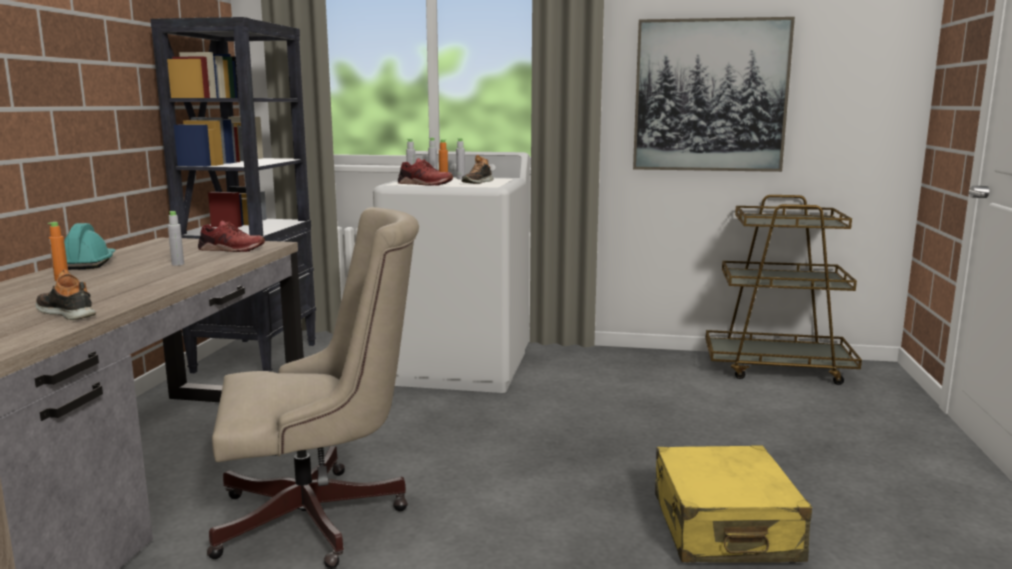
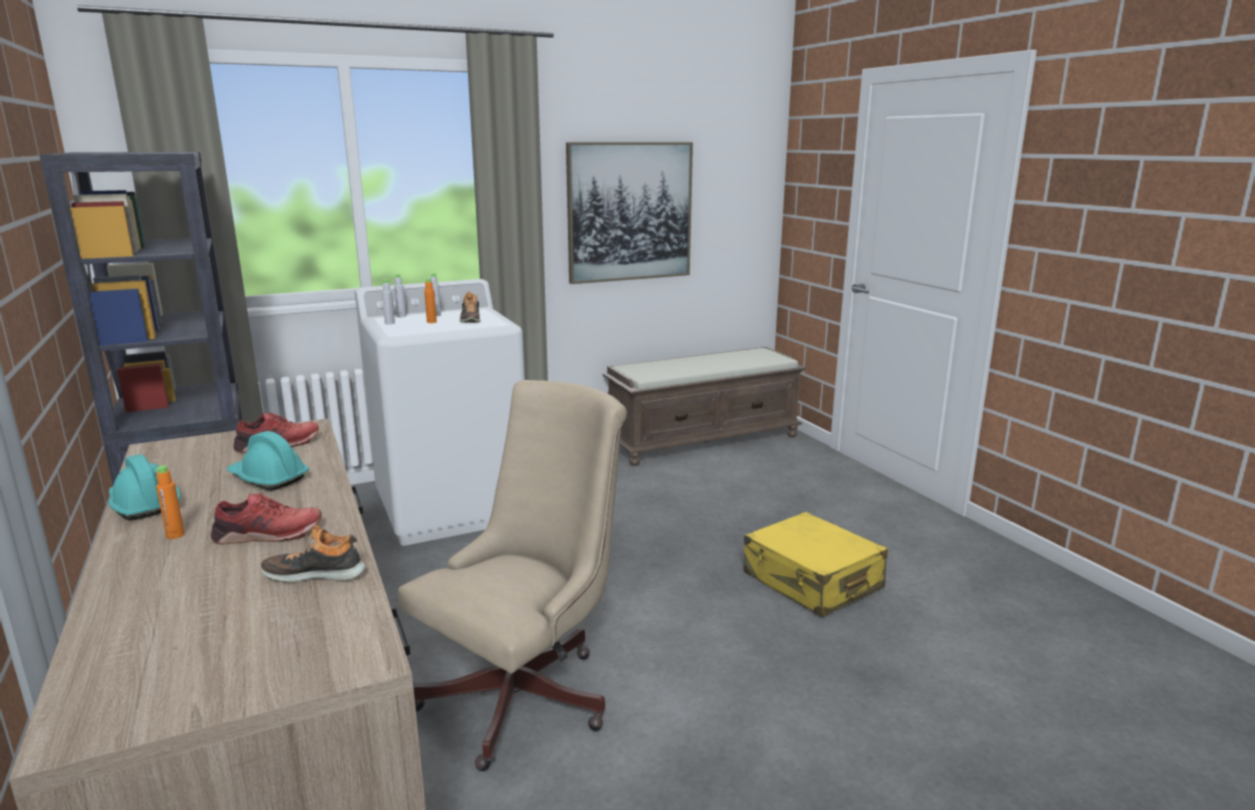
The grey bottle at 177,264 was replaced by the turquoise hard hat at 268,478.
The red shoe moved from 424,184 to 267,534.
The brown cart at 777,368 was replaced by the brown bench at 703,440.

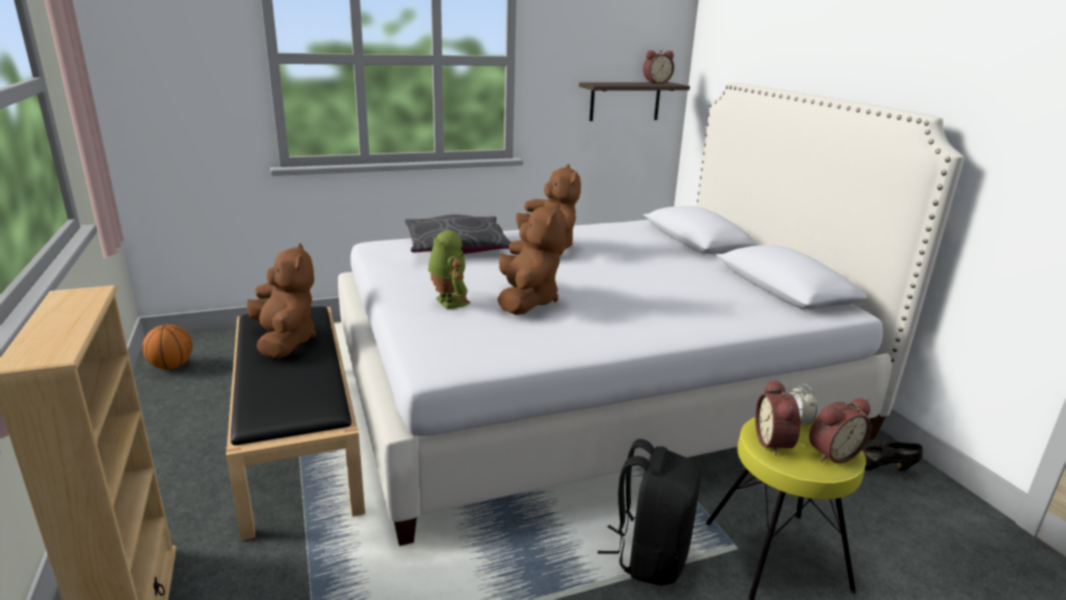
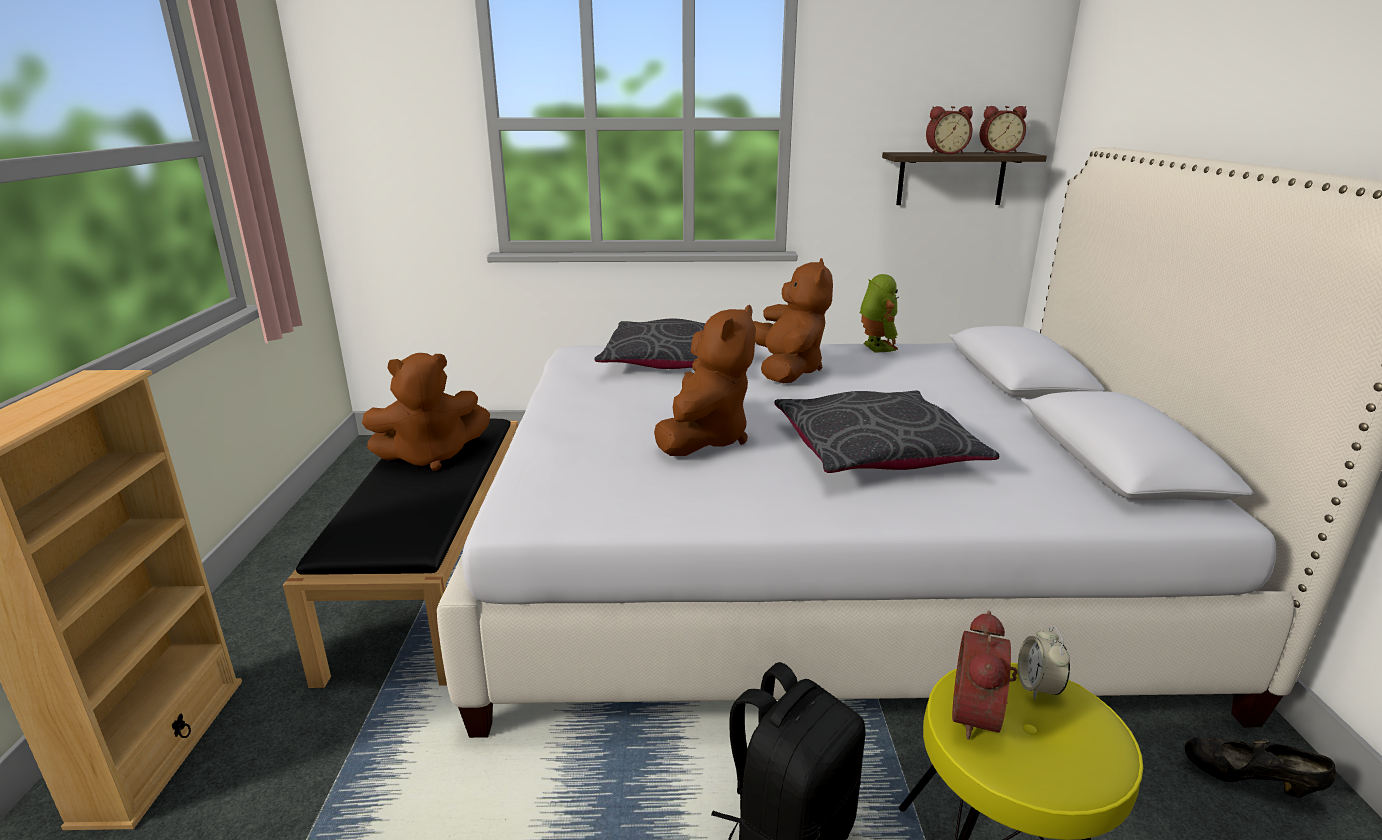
The basketball at 171,366 disappeared.
The brown plush toy at 285,341 turned 75 degrees clockwise.
The toy robot moved from 448,302 to 875,347.
The alarm clock moved from 831,453 to 945,153.
The grey pillow at 875,450 appeared.

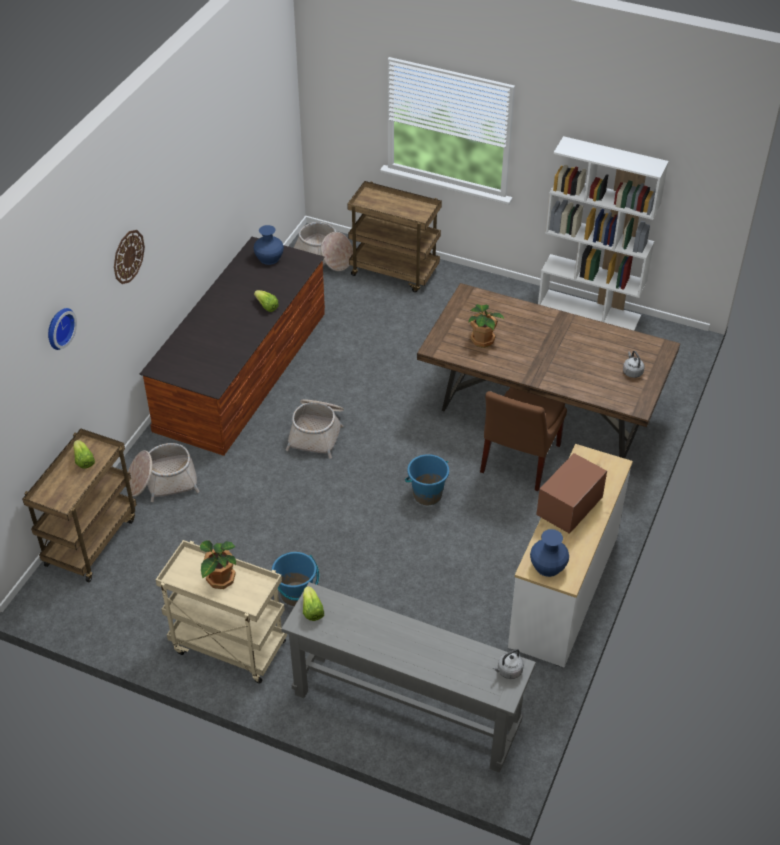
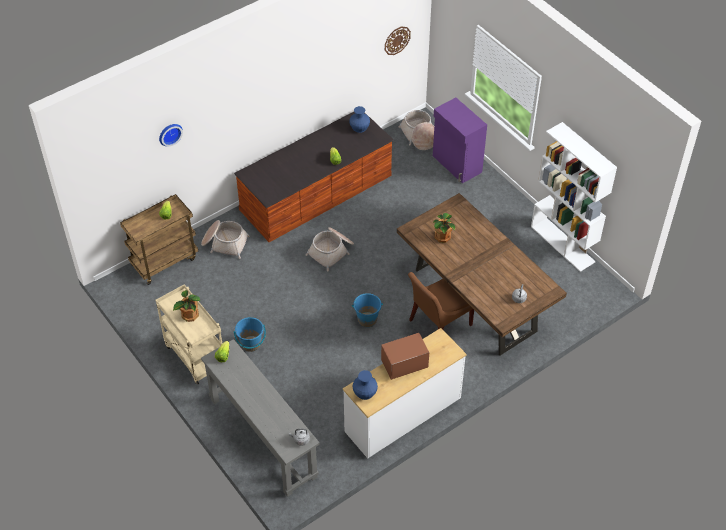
The wall clock moved from 128,256 to 397,40.
The brown cart at 395,272 was replaced by the purple cabinet at 456,164.

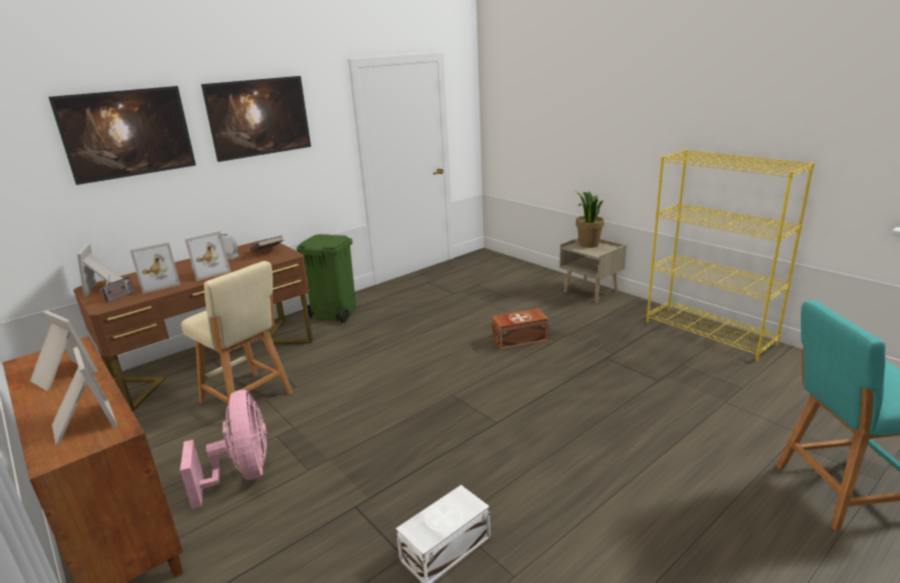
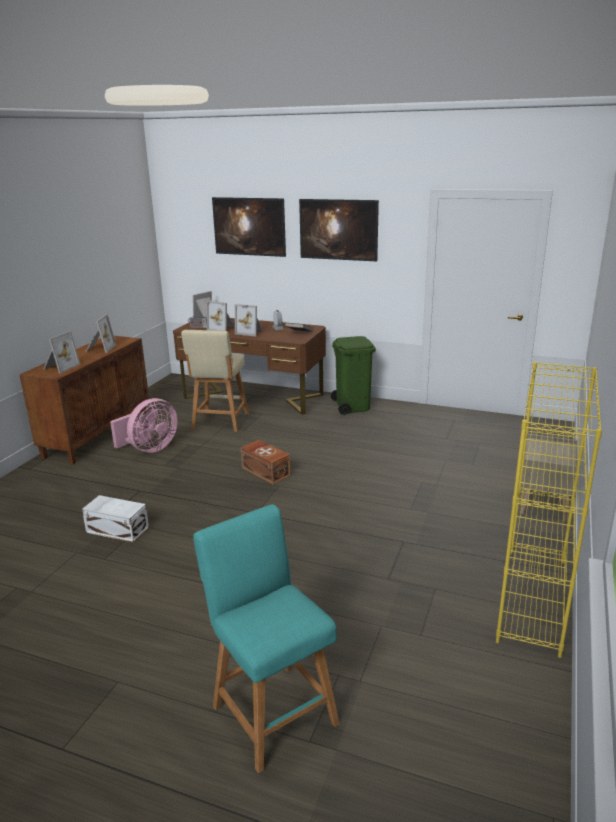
The brown storage box moved from 518,339 to 266,471.
The potted plant at 588,244 disappeared.

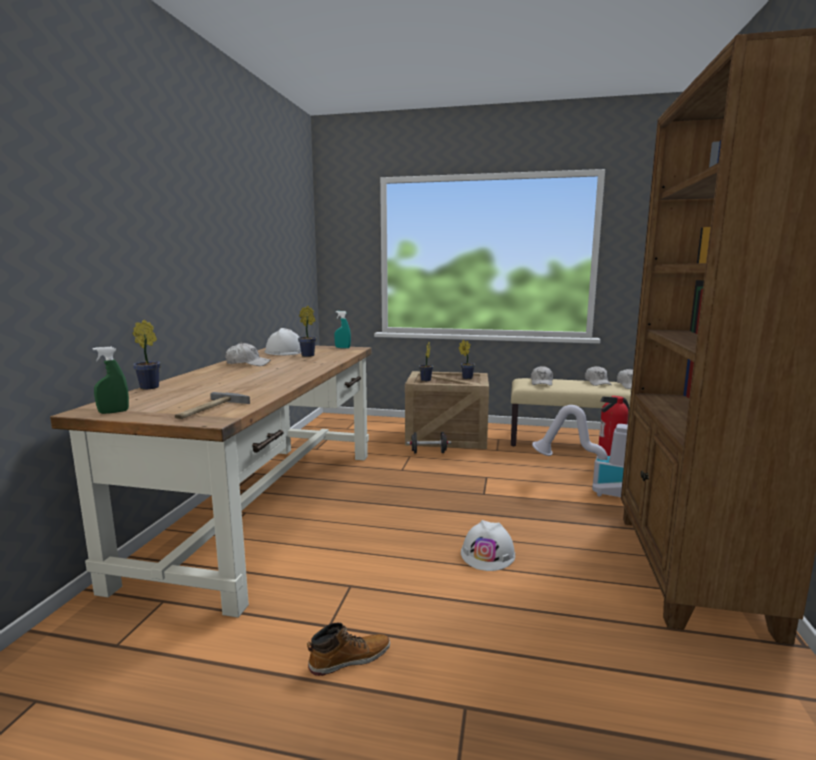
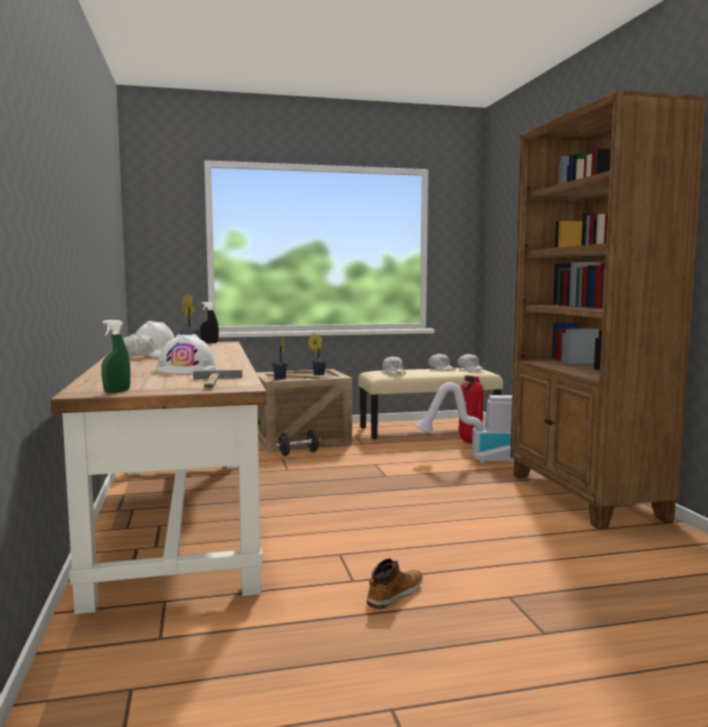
The potted plant at 151,387 disappeared.
The turquoise spray bottle at 342,348 became the black spray bottle at 209,343.
The white hard hat moved from 488,554 to 186,369.

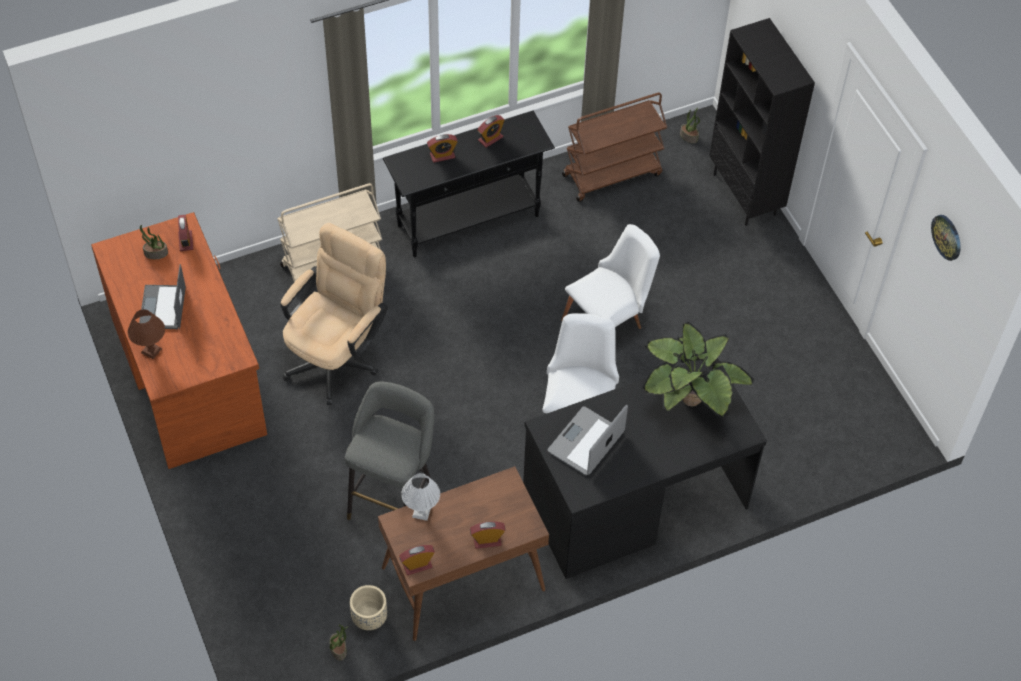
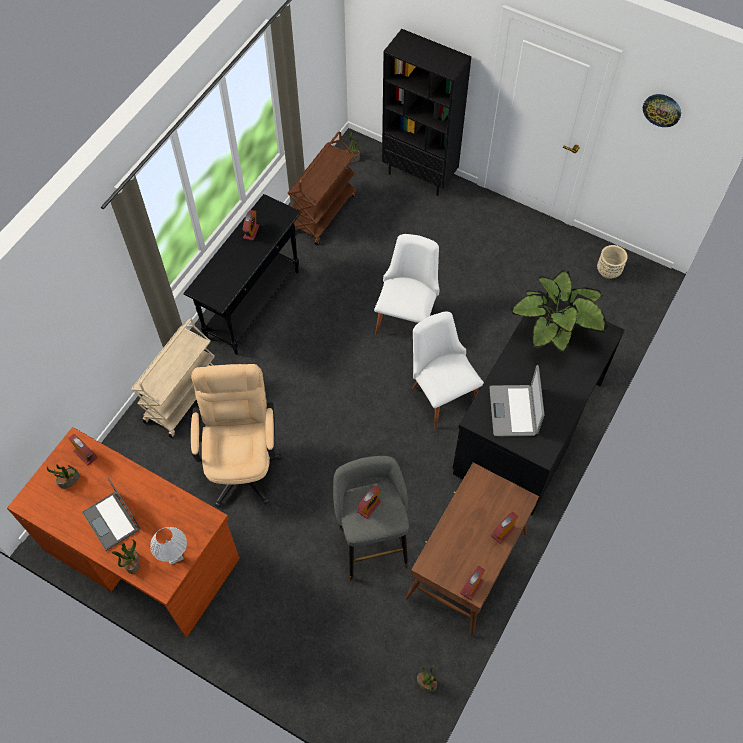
The brown table lamp at 151,350 was replaced by the potted plant at 132,562.
The beige planter moved from 369,618 to 608,271.
The white table lamp moved from 422,512 to 175,555.
The alarm clock moved from 442,156 to 369,507.

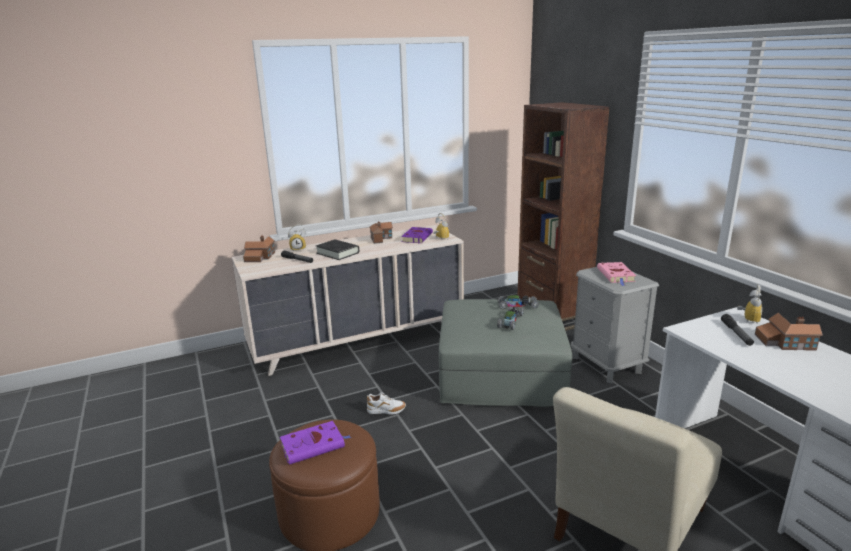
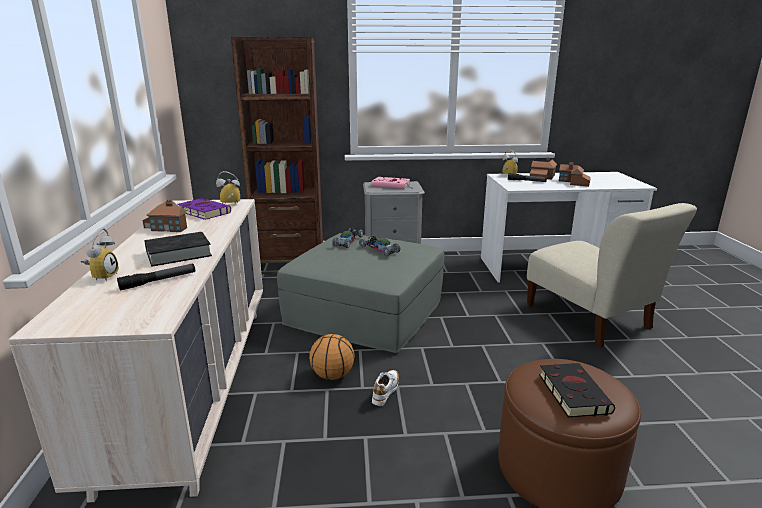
The toy house moved from 260,257 to 574,182.
The purple book at 314,445 became the black book at 572,392.
The basketball at 332,375 appeared.

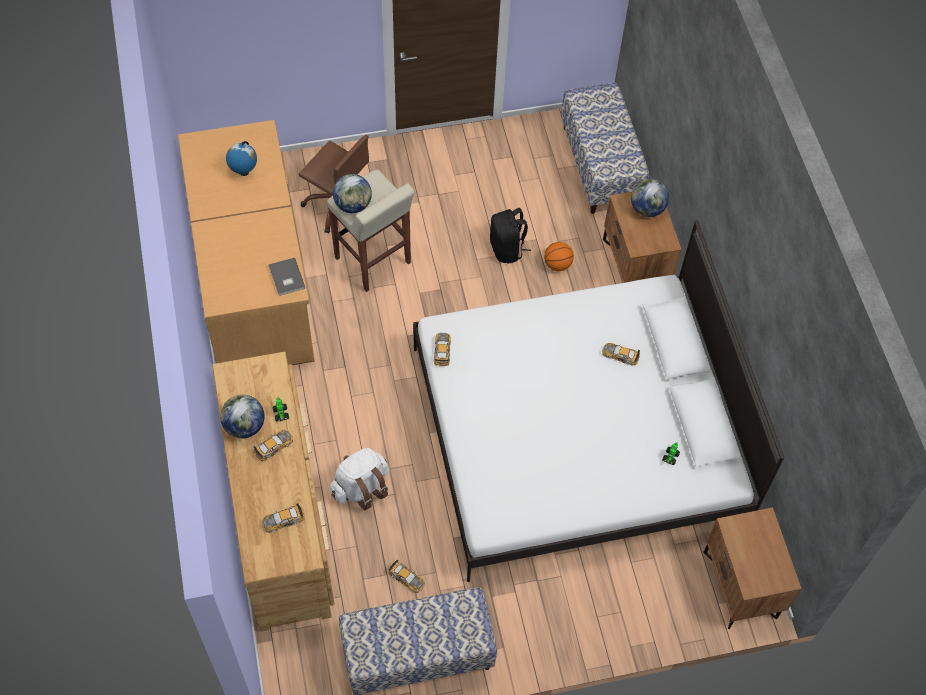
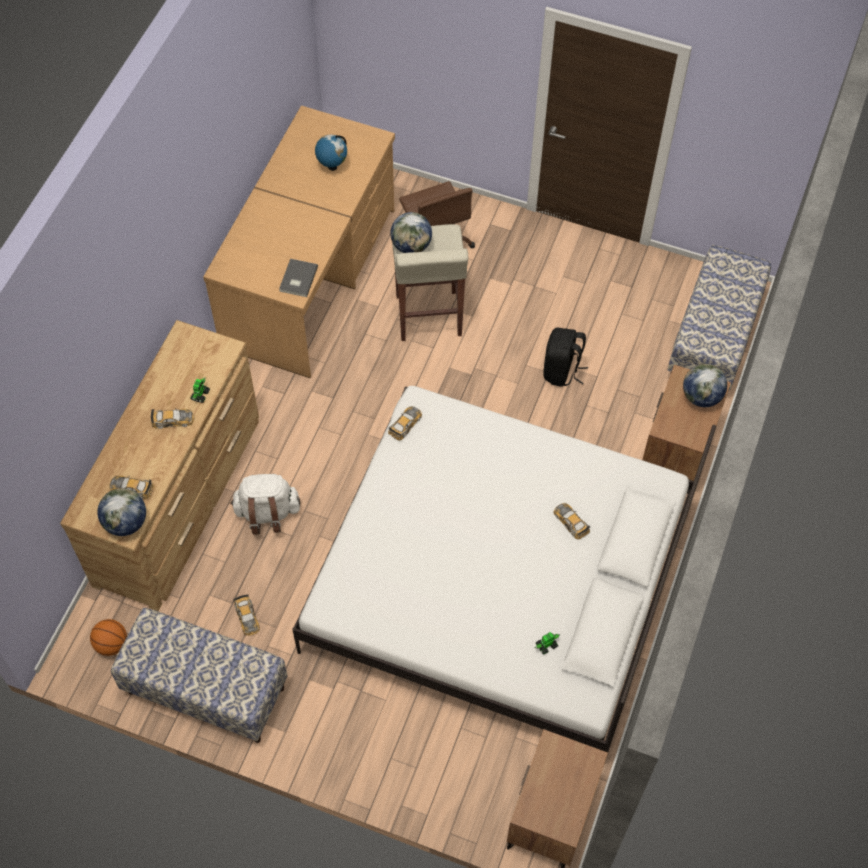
The globe moved from 244,426 to 125,523.
The basketball moved from 557,264 to 111,644.

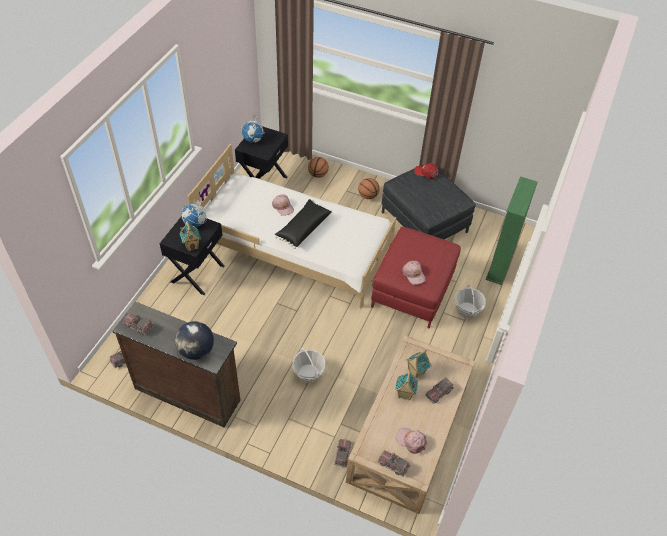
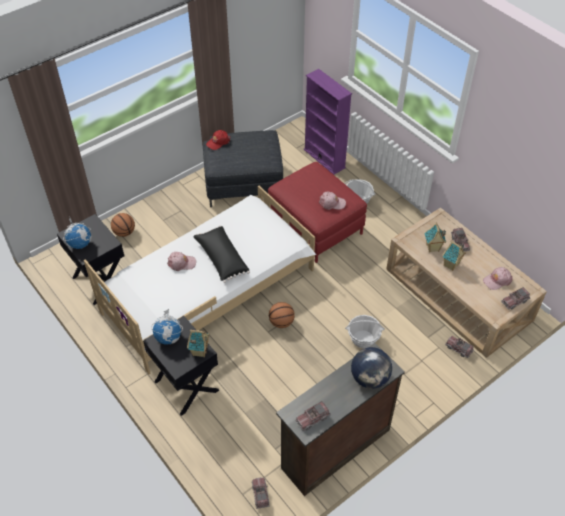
The basketball moved from 368,196 to 281,322.
The green bookcase at 500,265 became the purple bookcase at 324,158.

